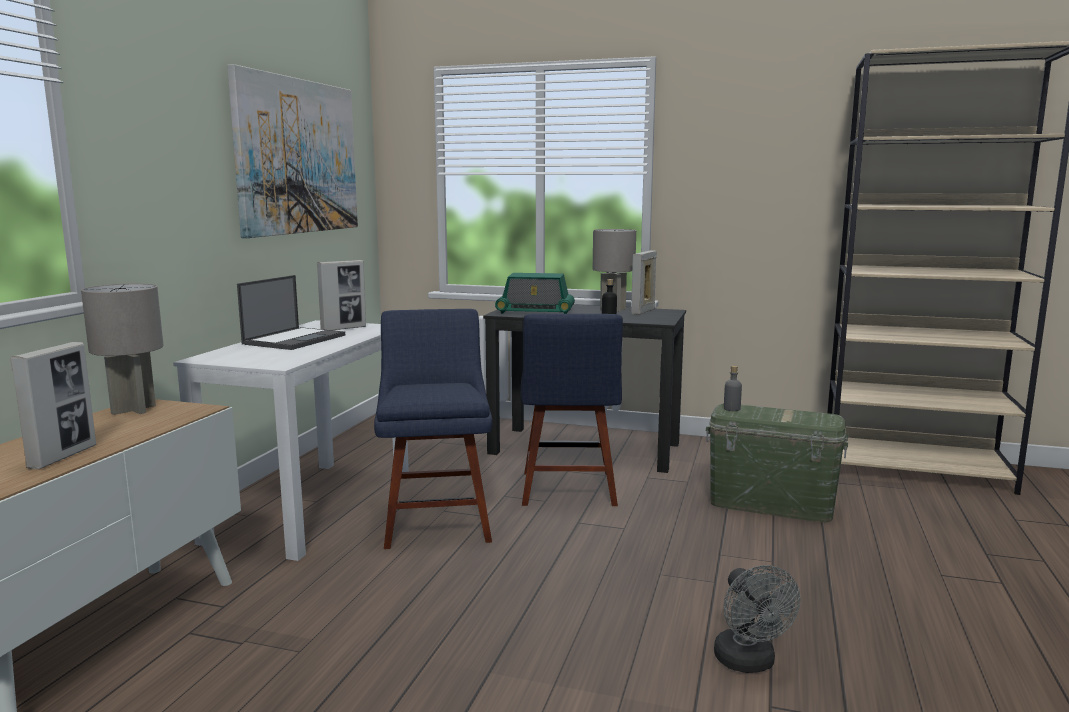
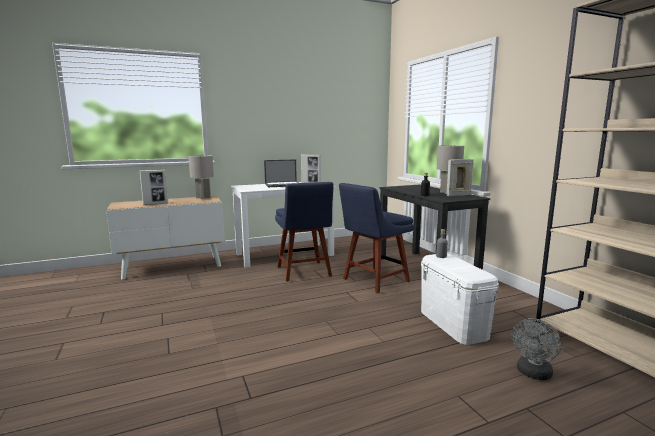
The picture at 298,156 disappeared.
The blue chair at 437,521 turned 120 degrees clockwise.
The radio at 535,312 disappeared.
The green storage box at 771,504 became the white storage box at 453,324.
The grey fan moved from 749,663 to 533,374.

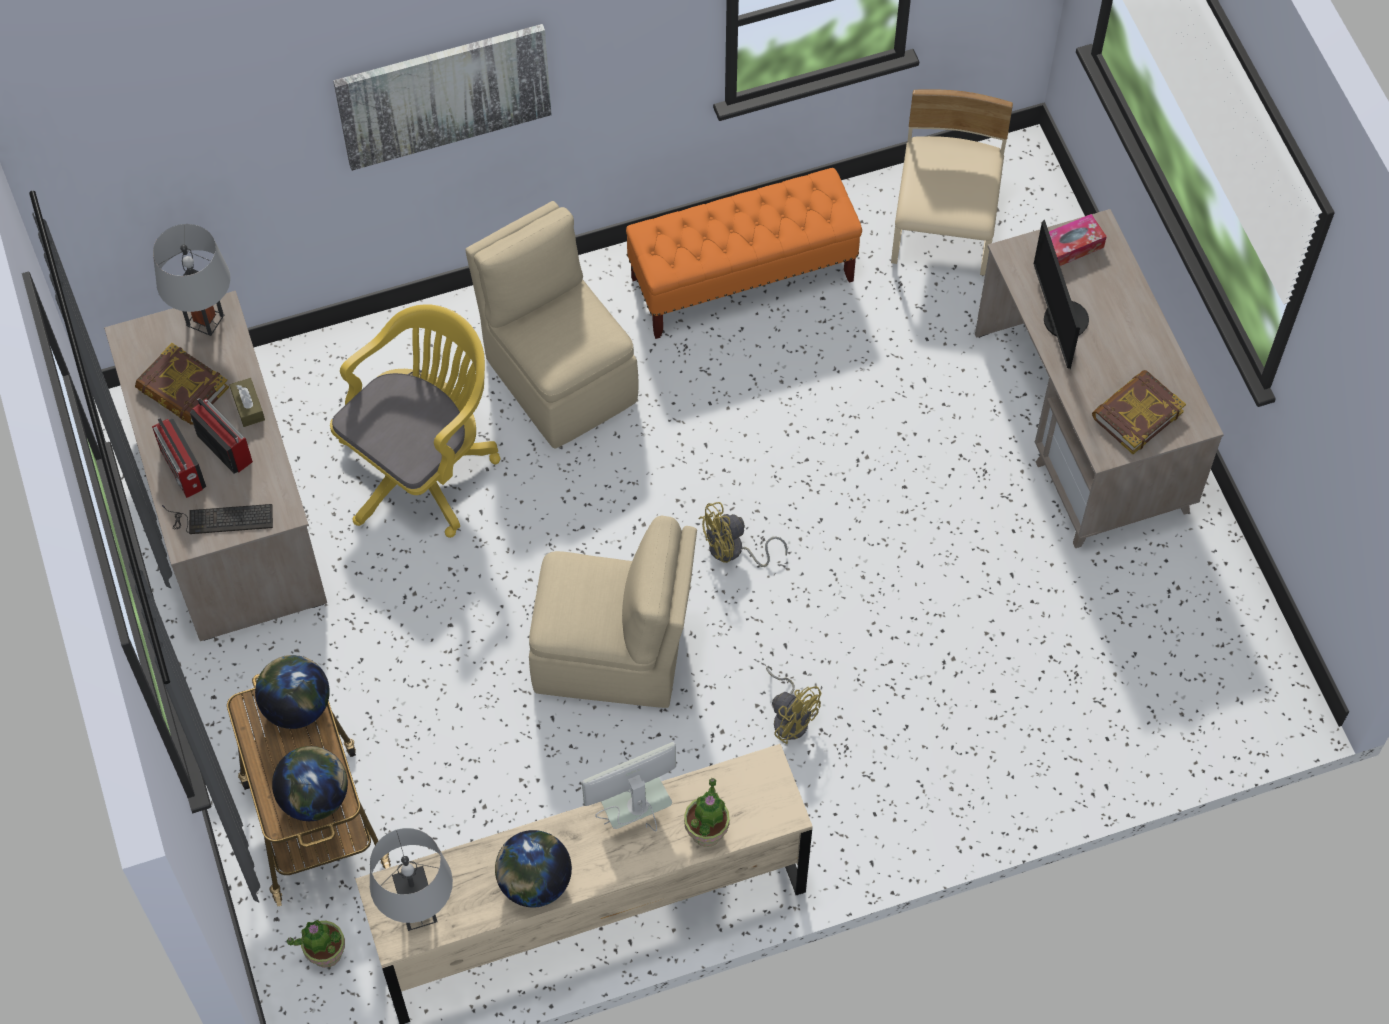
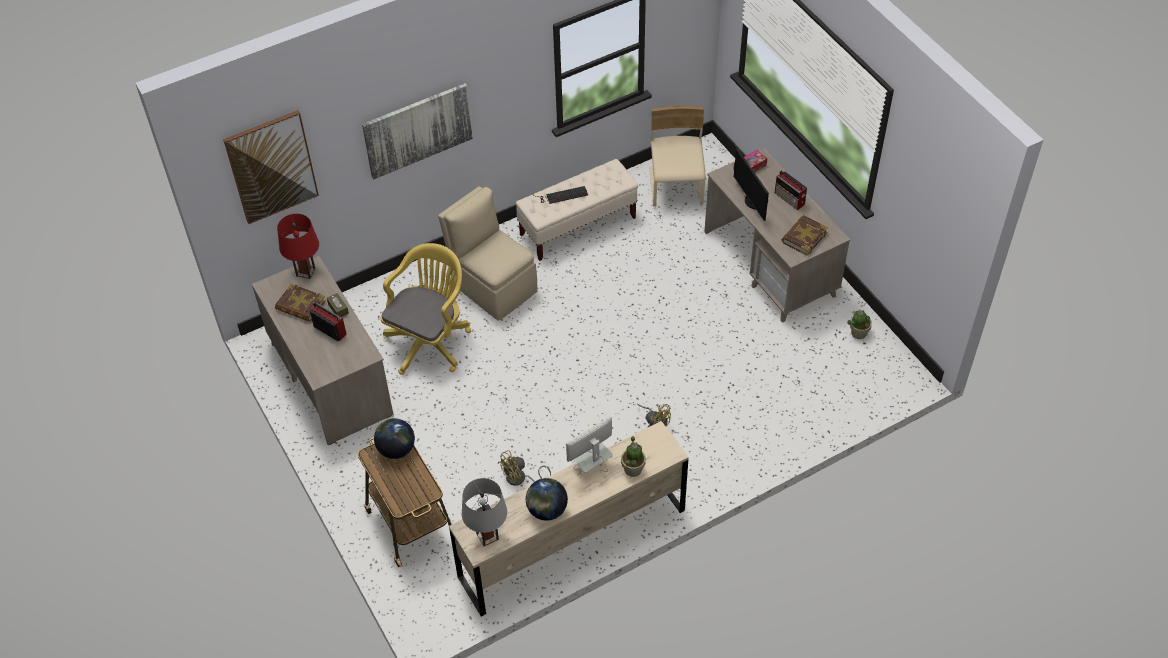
The radio moved from 183,471 to 790,199.
The grey table lamp at 205,320 became the red table lamp at 305,272.
The keyboard moved from 220,519 to 561,195.
The globe at 315,797 disappeared.
The potted plant moved from 325,952 to 858,333.
The beige chair at 613,655 disappeared.
The orange bench at 742,280 became the beige bench at 578,226.
The yellow fan moved from 733,551 to 520,479.
The picture at 271,167 appeared.

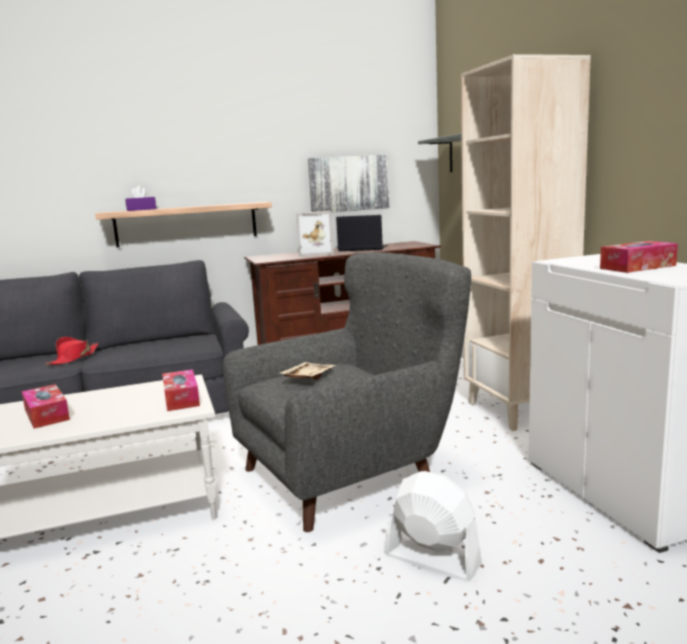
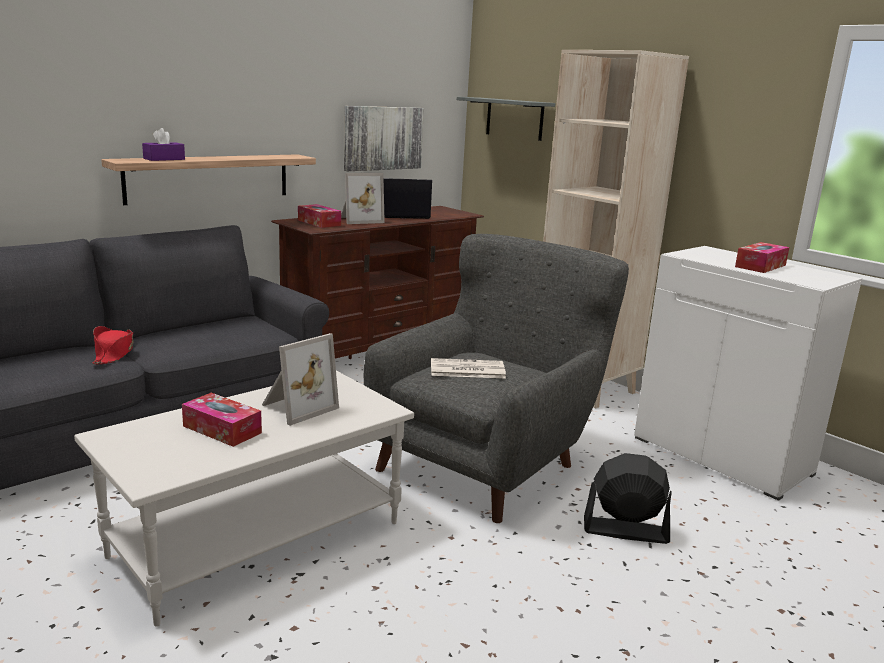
The tissue box moved from 181,398 to 319,223.
The beige tray at 307,377 was replaced by the newspaper at 466,370.
The white fan at 432,559 became the black fan at 625,530.
The picture frame at 296,407 appeared.

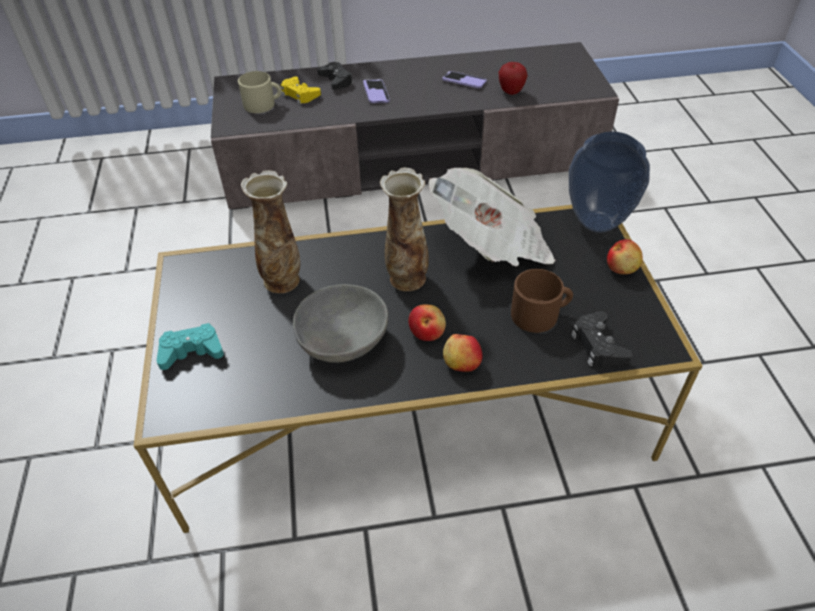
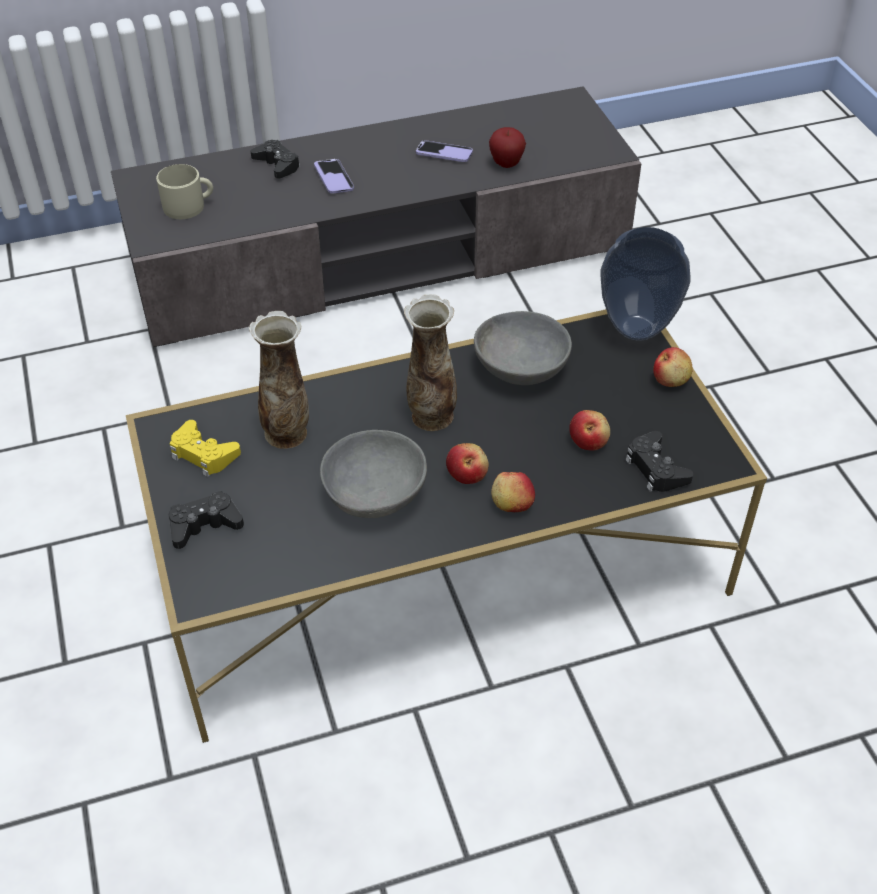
The turquoise game controller at 191,351 became the black game controller at 204,525.
The yellow game controller moved from 300,94 to 203,454.
The newspaper at 492,244 was replaced by the grey bowl at 522,366.
The brown mug at 540,314 was replaced by the apple at 588,441.

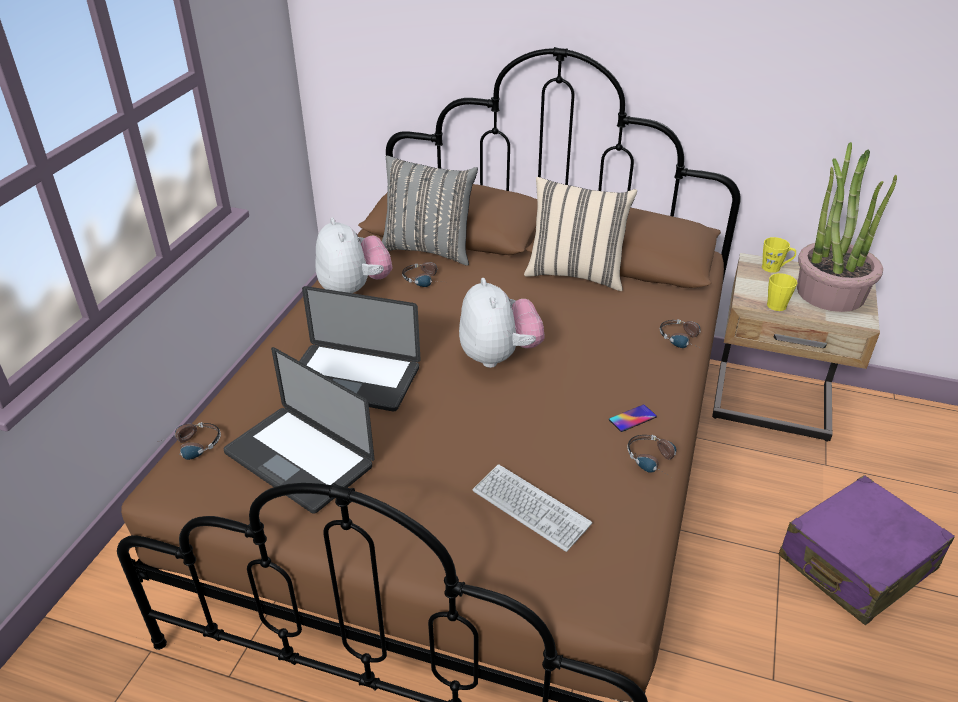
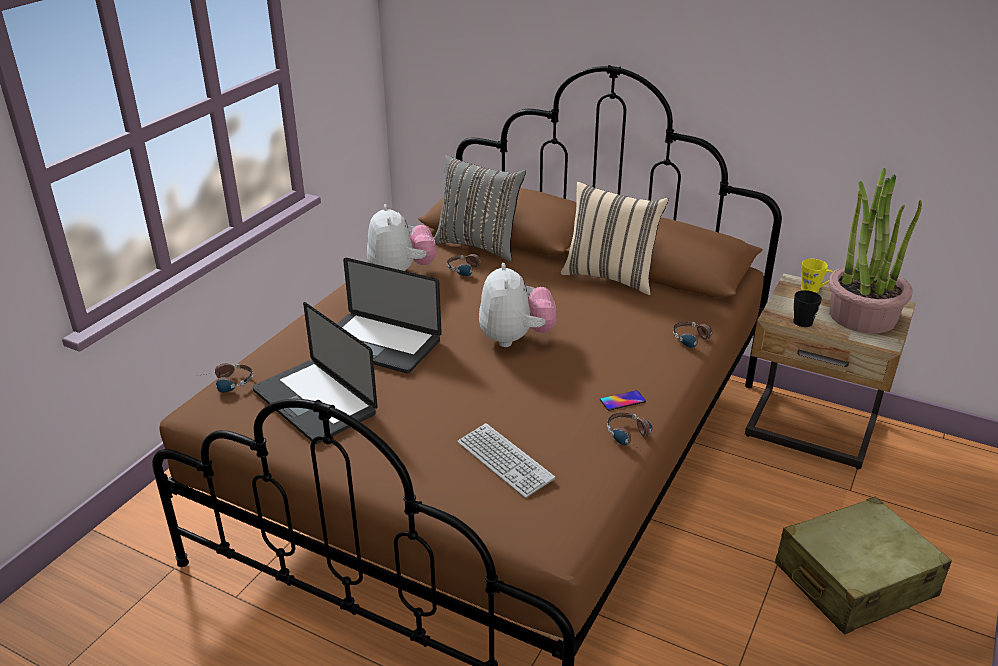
The yellow mug at 776,303 became the black mug at 803,320.
The purple suitcase at 856,563 became the beige suitcase at 854,581.

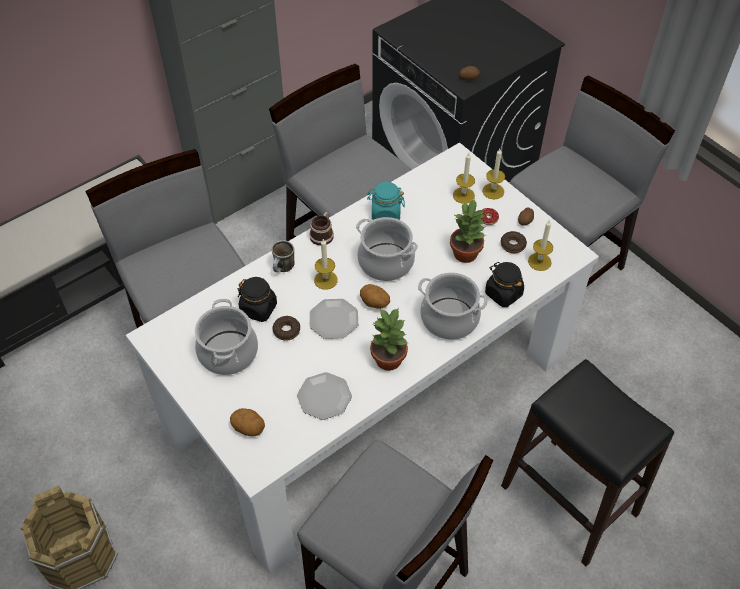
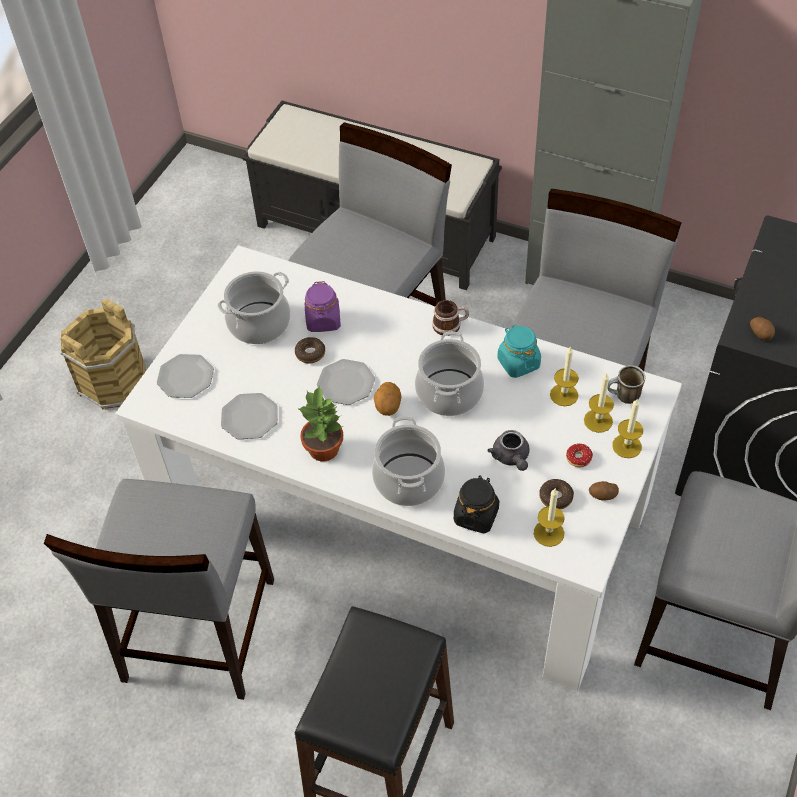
The potato at 249,428 was replaced by the plate at 185,378.
The black jar at 259,309 became the purple jar at 323,321.
The mug moved from 283,269 to 623,397.
The candle moved from 325,280 to 564,395.
The potted plant at 466,253 was replaced by the grey teapot at 511,458.

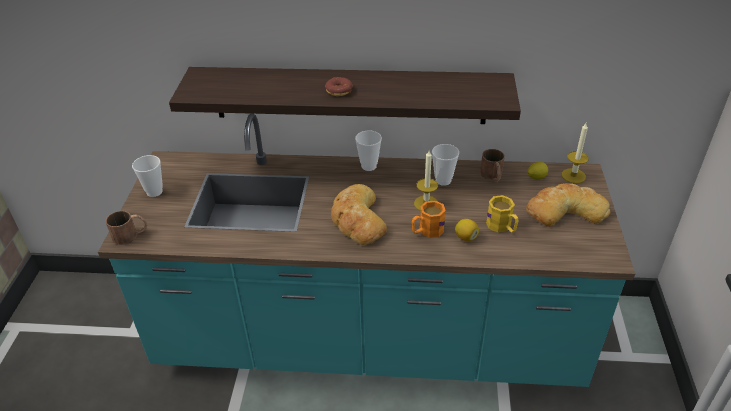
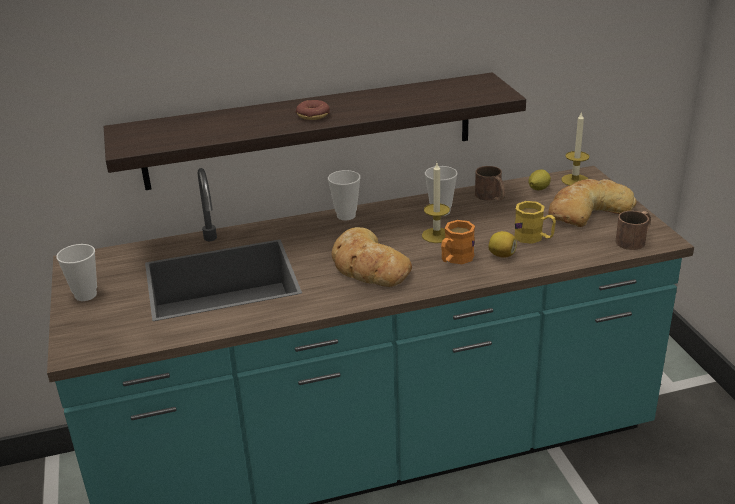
The brown mug moved from 131,235 to 634,240.

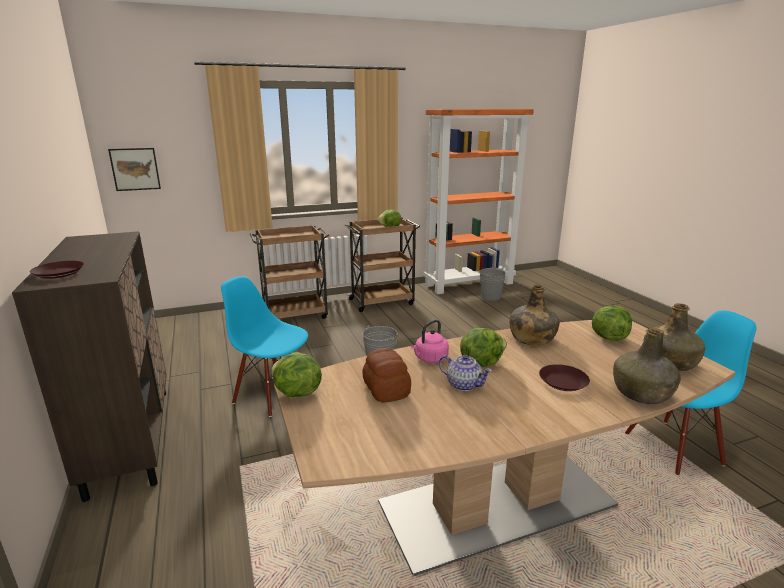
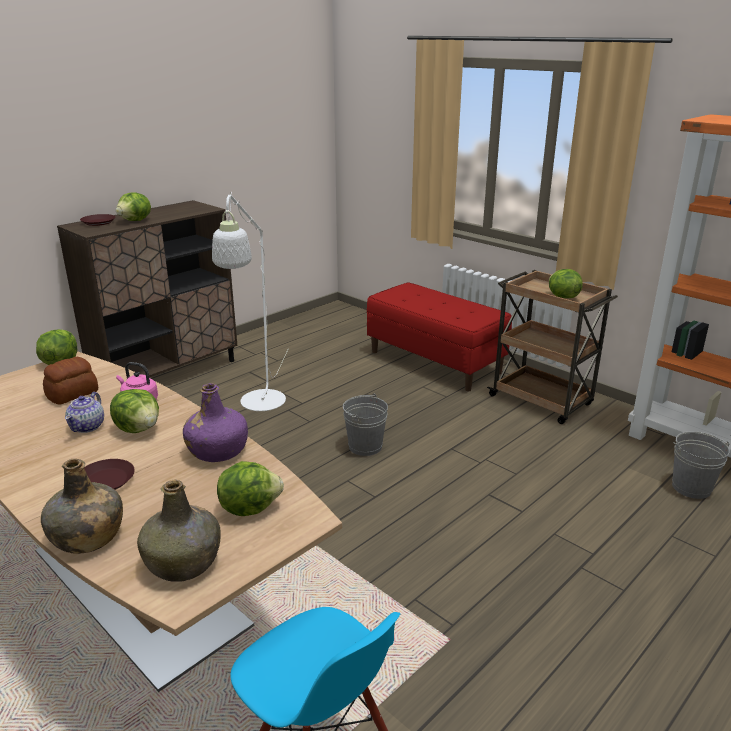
The picture at 135,169 disappeared.
The blue chair at 272,395 was replaced by the white floor lamp at 260,406.
The brown cart at 295,315 was replaced by the red bench at 435,362.
The green bottle at 531,338 became the purple bottle at 218,450.
The lettuce at 136,221 appeared.

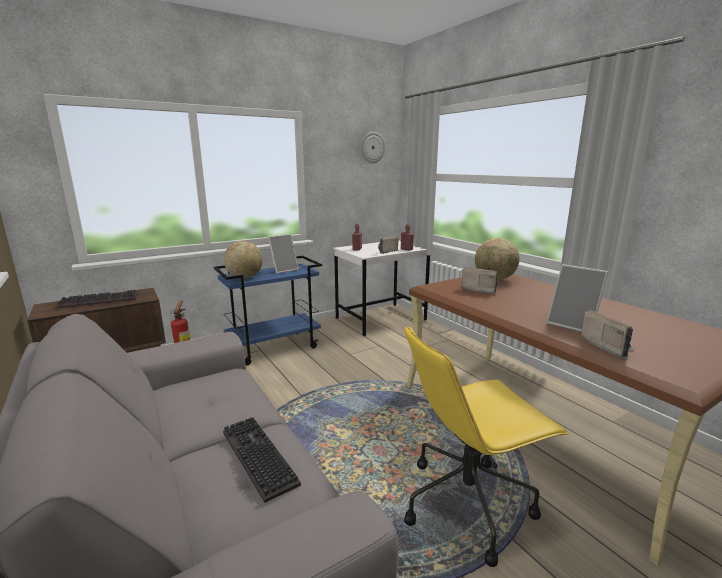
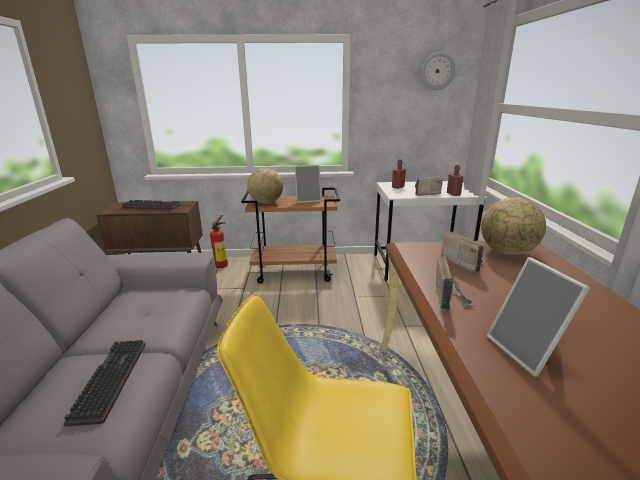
The blue cart at 274,347 became the brown cart at 295,272.
The radio moved from 606,346 to 450,297.

